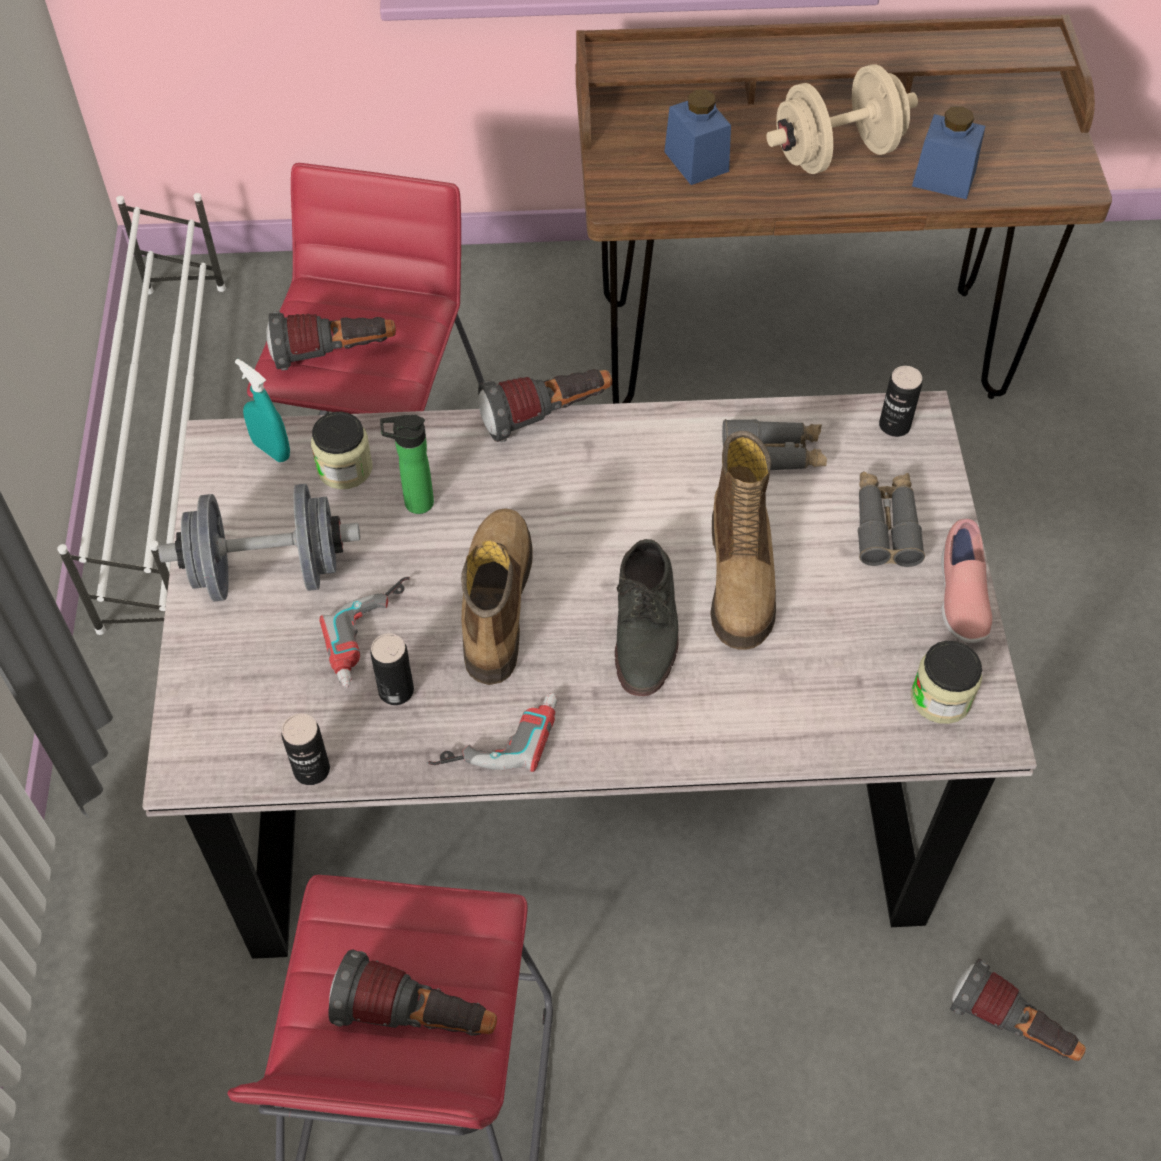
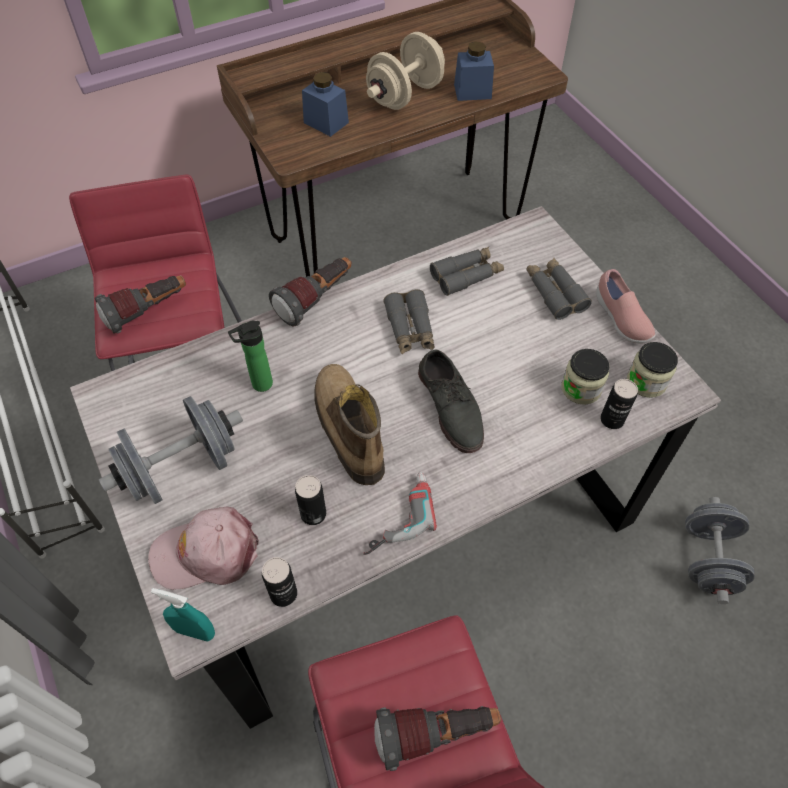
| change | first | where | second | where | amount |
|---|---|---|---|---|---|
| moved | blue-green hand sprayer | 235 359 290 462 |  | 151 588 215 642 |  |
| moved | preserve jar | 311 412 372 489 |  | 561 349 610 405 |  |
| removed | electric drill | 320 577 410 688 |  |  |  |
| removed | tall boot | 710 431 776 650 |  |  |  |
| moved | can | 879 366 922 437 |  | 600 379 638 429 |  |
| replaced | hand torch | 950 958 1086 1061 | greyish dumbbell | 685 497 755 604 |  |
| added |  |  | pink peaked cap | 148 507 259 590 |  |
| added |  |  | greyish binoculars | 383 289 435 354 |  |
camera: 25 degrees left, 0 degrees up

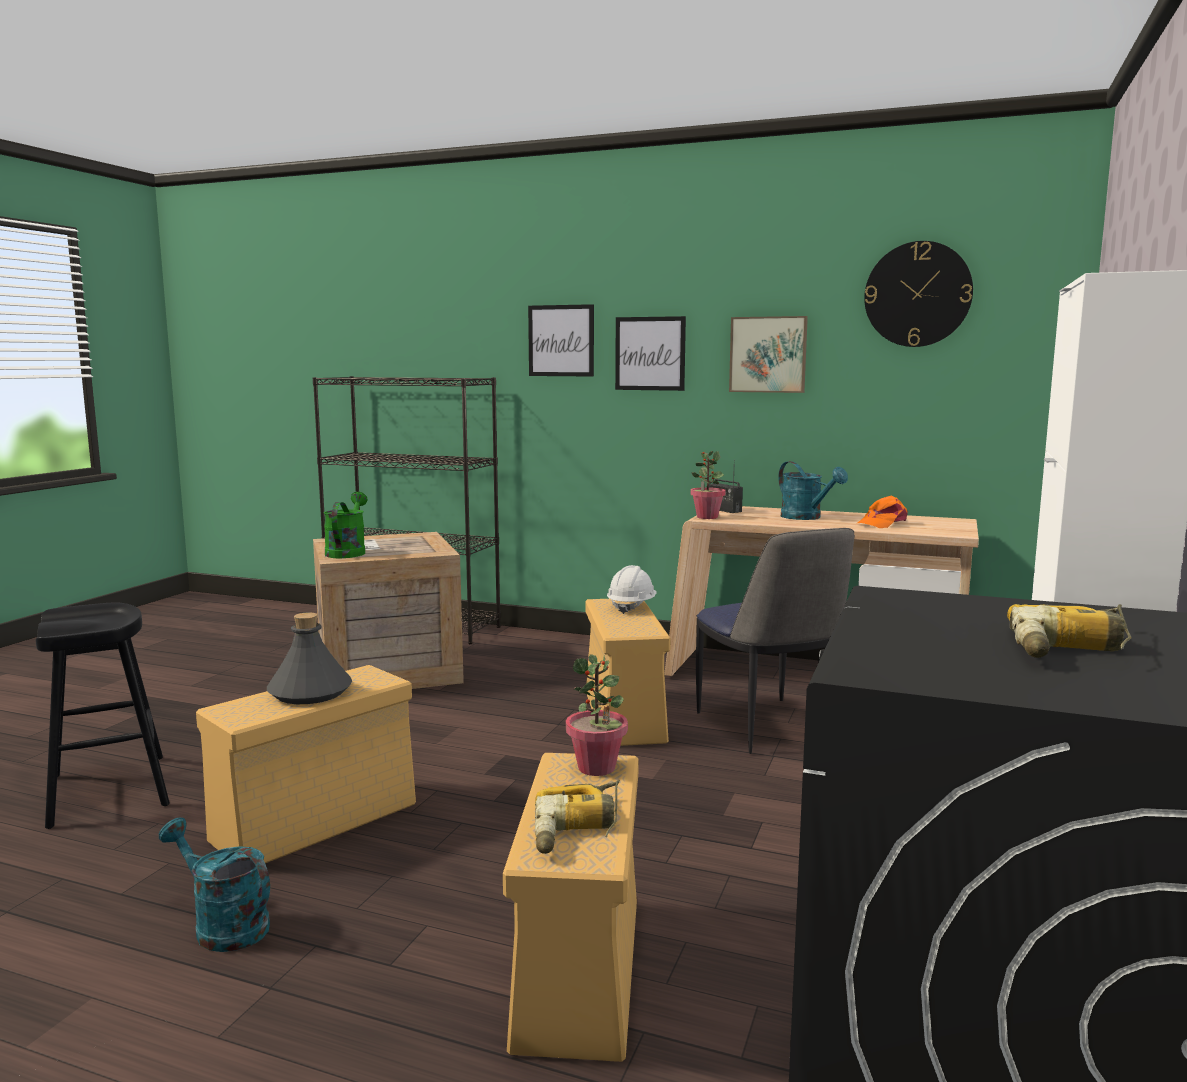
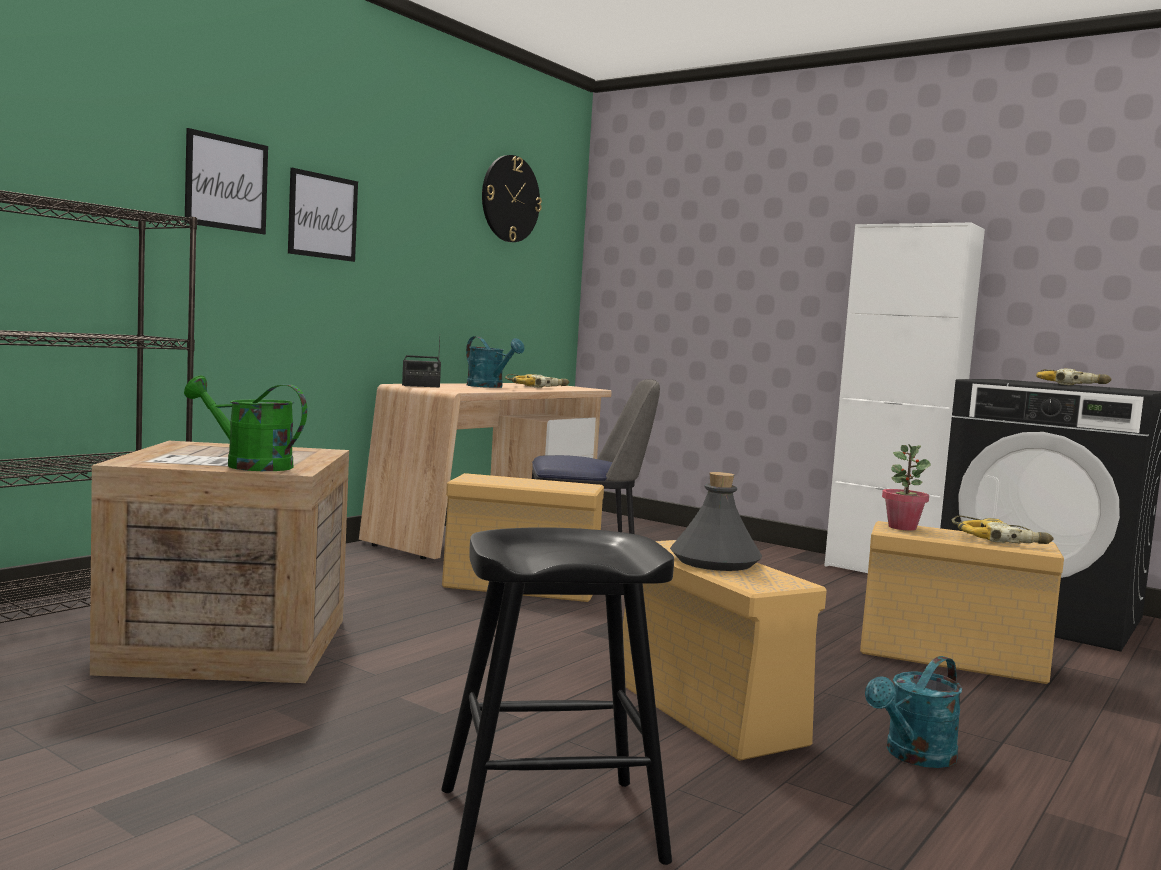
| change | first | where | second | where | amount |
|---|---|---|---|---|---|
| removed | white-coloured safety helmet | 607 565 656 614 |  |  |  |
| removed | potted plant | 690 451 726 519 |  |  |  |
| removed | wall art | 729 316 808 393 |  |  |  |
| turned | blue-green watering pot | 778 461 848 520 |  | 466 336 524 388 | 60 degrees clockwise |
| replaced | orange-coloured peaked cap | 856 496 908 528 | electric drill | 505 374 569 388 |  |
camera: 75 degrees left, 5 degrees down

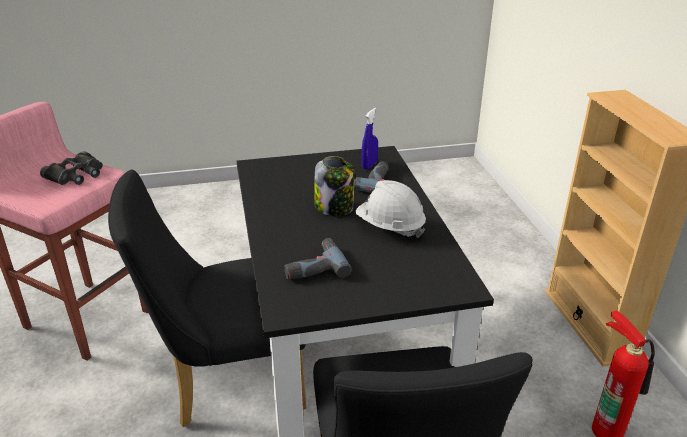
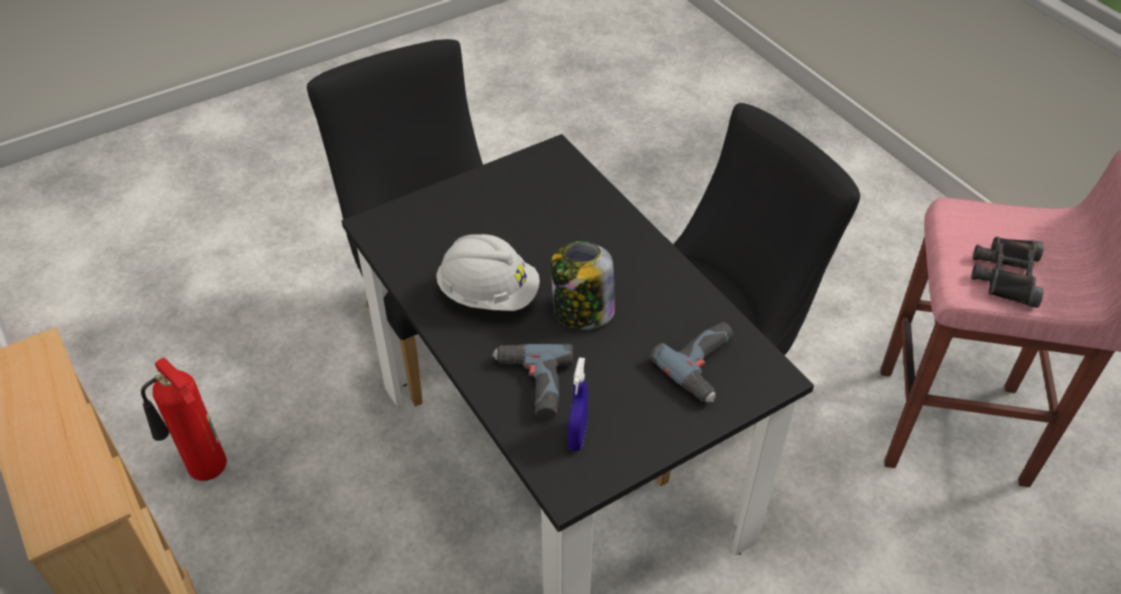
| change | first | where | second | where | amount |
|---|---|---|---|---|---|
| moved | electric drill | 284 238 352 280 |  | 650 322 733 402 |  |
camera: 160 degrees right, 15 degrees up

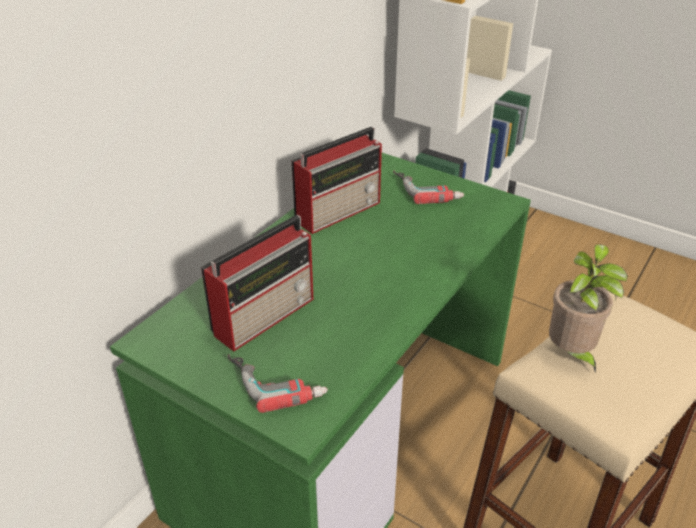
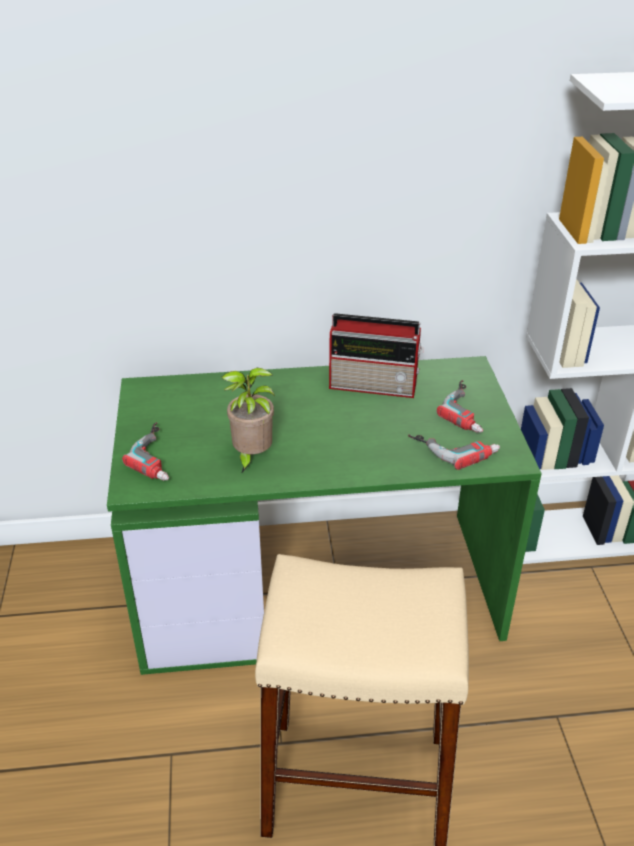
| change | first | where | second | where | amount |
|---|---|---|---|---|---|
| removed | radio receiver | 201 215 313 352 |  |  |  |
| moved | potted plant | 549 244 628 374 |  | 221 368 275 474 |  |
| added |  |  | electric drill | 408 434 500 470 |  |
camera: 50 degrees right, 0 degrees up

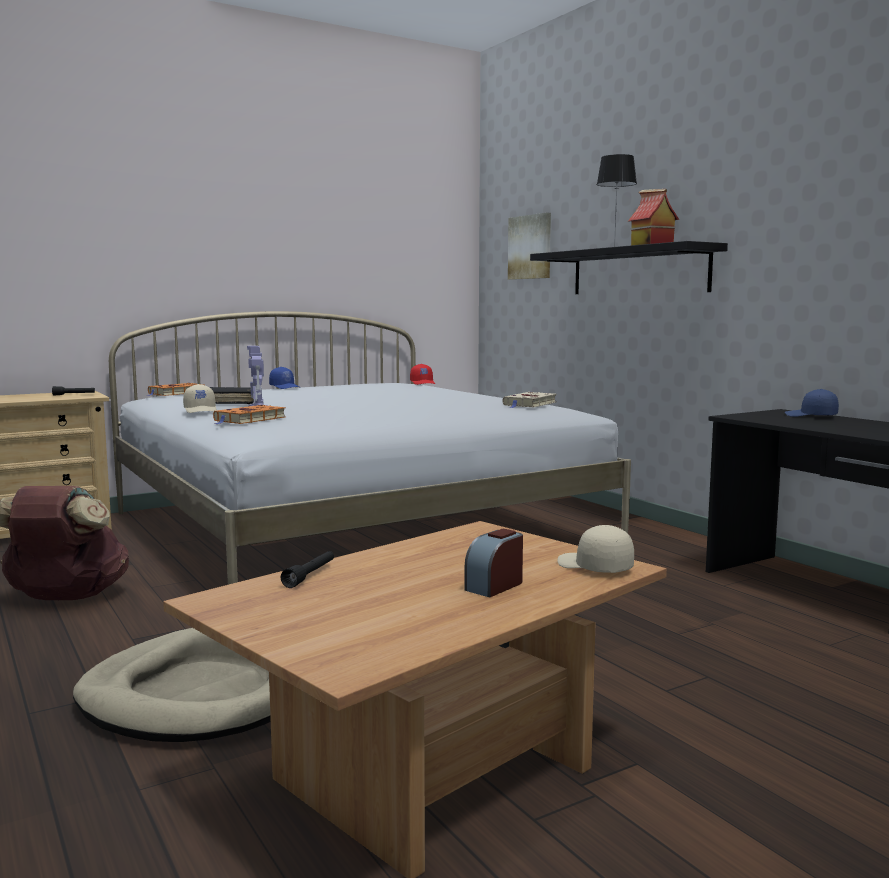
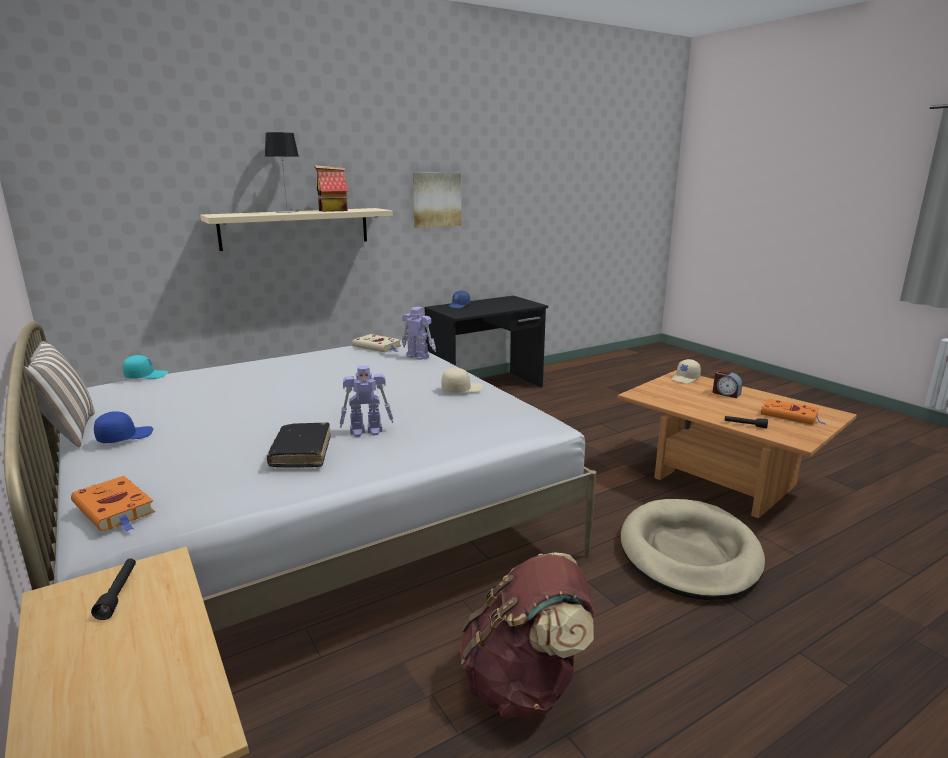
| change | first | where | second | where | amount |
|---|---|---|---|---|---|
| moved | beige-coloured peaked cap | 183 384 217 413 |  | 441 368 483 393 |  |
| moved | orange-coloured volume | 213 405 286 424 |  | 761 398 825 425 |  |
| recoloured | red-coloured peaked cap | 410 364 435 385 | blue-green peaked cap | 123 355 168 379 |  |
| moved | wall art | 508 212 551 280 |  | 413 173 461 228 |  |
| recoloured | black wall shelf | 530 241 728 294 | beige-coloured wall shelf | 200 208 393 251 |  |
| added |  |  | throw pillow | 24 341 94 447 |  |
| added |  |  | model robot | 402 307 436 360 |  |
camera: 90 degrees left, 10 degrees up

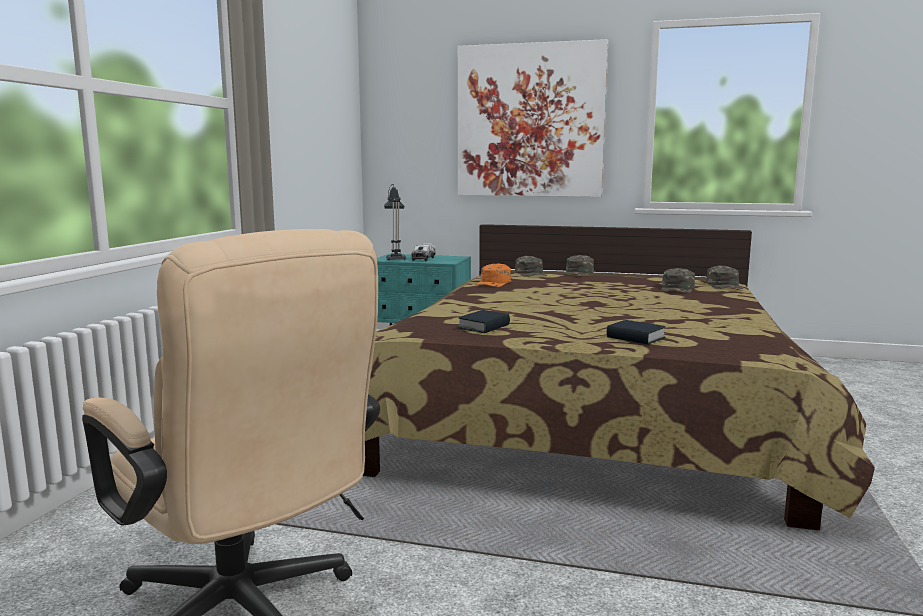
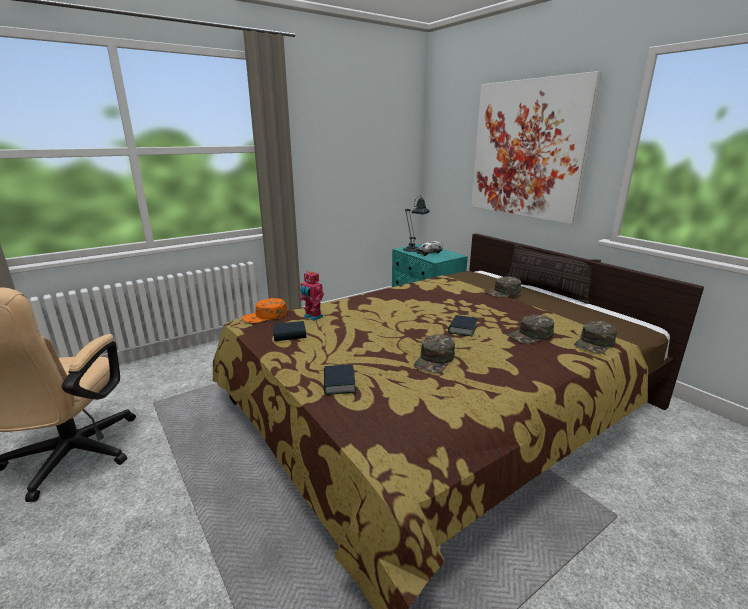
| change | first | where | second | where | amount |
|---|---|---|---|---|---|
| moved | orange-coloured peaked cap | 475 264 511 287 |  | 242 298 287 323 |  |
| moved | greenish peaked cap | 515 256 547 277 |  | 414 334 455 373 |  |
| added |  |  | model robot | 299 271 324 321 |  |
| added |  |  | volume | 448 315 478 336 |  |
| added |  |  | throw pillow | 507 245 601 304 |  |
camera: 40 degrees right, 10 degrees up

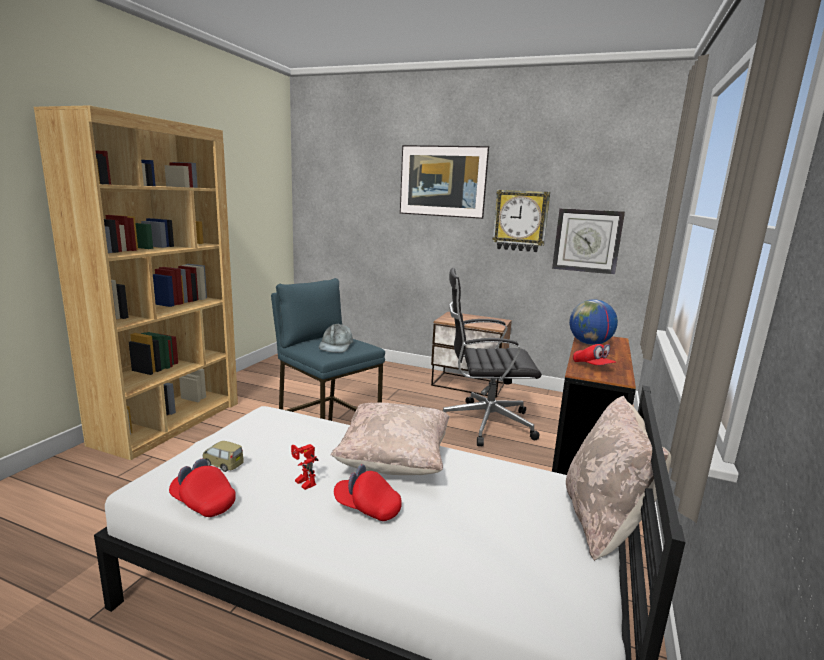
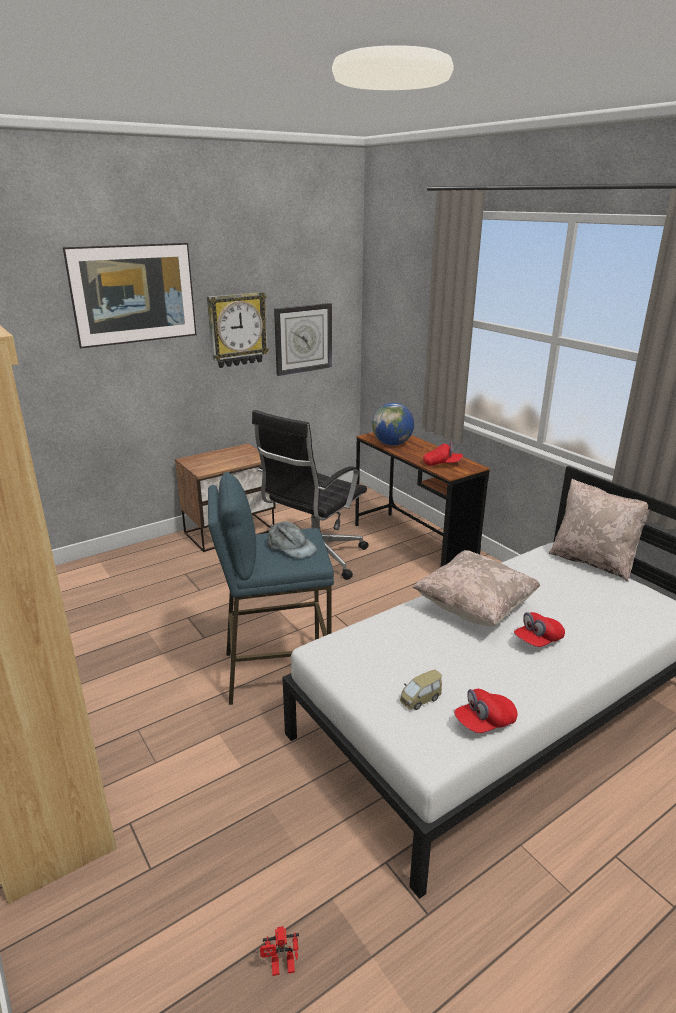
| change | first | where | second | where | amount |
|---|---|---|---|---|---|
| moved | model robot | 291 444 318 490 |  | 260 926 299 976 |  |
camera: 55 degrees left, 10 degrees up

